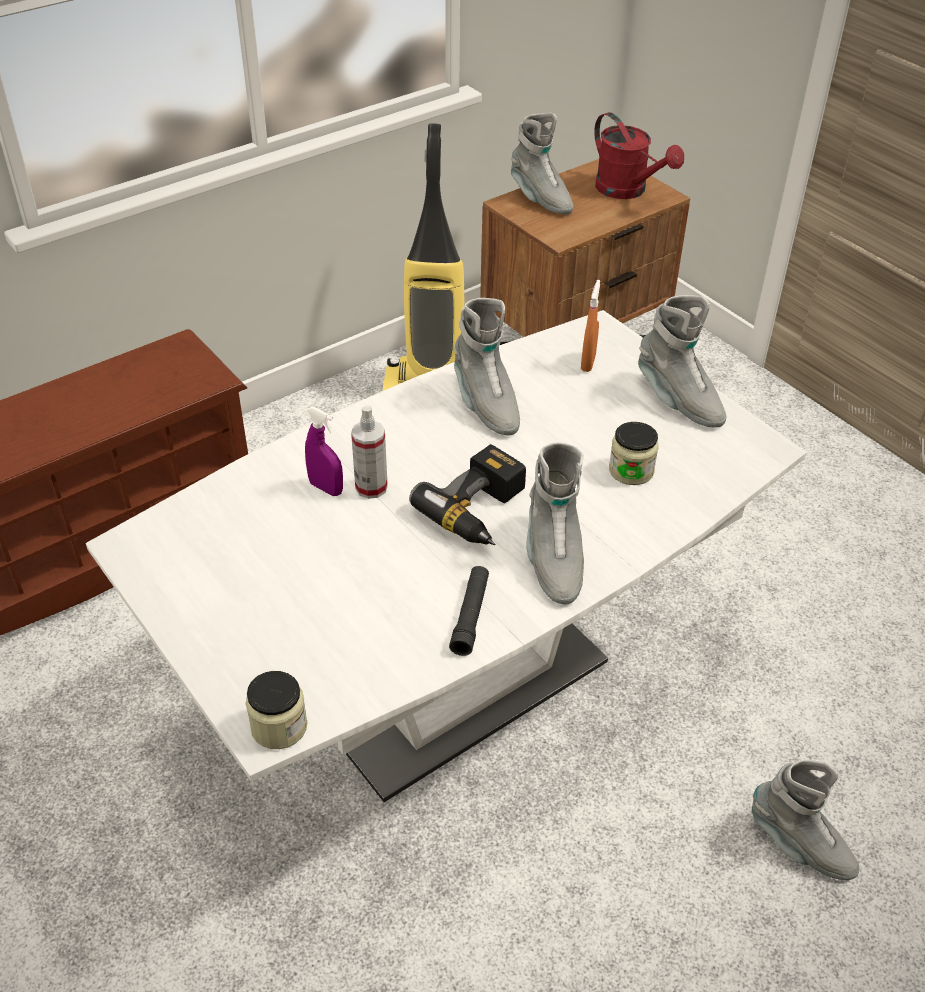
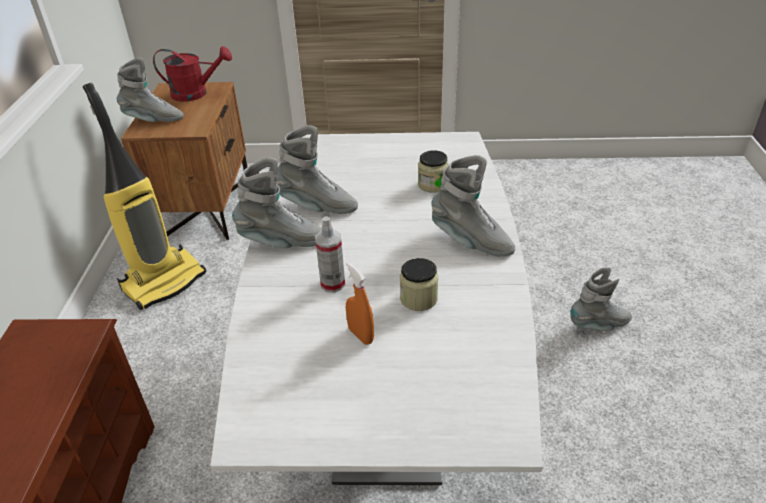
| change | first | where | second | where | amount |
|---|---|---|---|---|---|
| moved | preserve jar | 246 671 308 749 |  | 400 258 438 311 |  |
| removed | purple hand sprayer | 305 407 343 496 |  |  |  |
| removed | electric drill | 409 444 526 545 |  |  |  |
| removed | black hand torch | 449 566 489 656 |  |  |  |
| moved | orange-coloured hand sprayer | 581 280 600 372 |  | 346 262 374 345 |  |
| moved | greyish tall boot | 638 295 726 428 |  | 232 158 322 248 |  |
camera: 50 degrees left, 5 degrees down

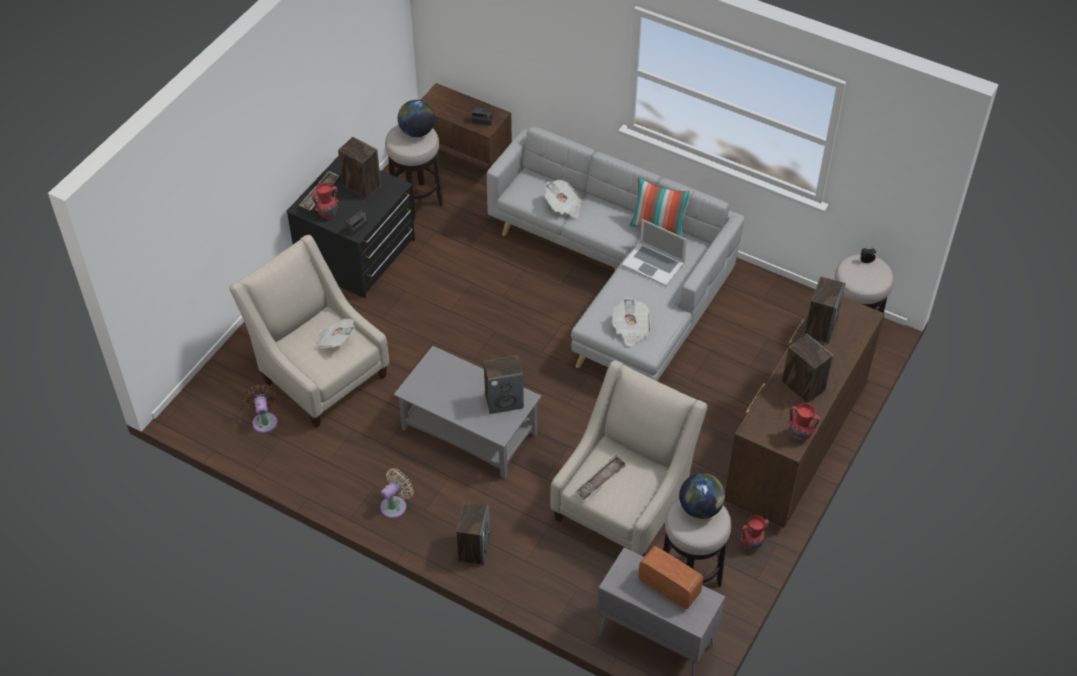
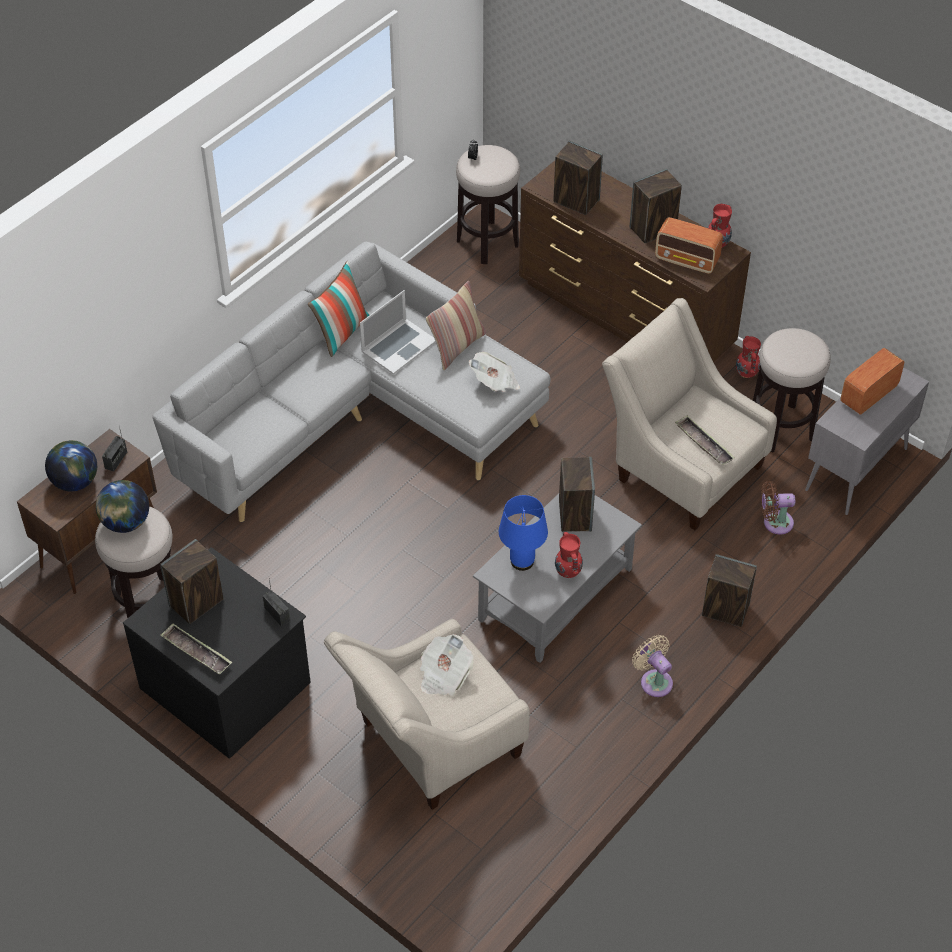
| change | first | where | second | where | amount |
|---|---|---|---|---|---|
| moved | brown electric fan | 243 384 278 433 |  | 761 481 795 535 |  |
| moved | red-coloured flower vase | 312 183 338 219 |  | 555 532 583 578 |  |
| removed | printed paper | 545 180 582 218 |  |  |  |
| moved | globe | 679 473 725 519 |  | 45 440 97 492 |  |
| added |  |  | throw pillow | 426 281 486 371 |  |
| added |  |  | blue tabletop lamp | 499 495 548 571 |  |
| added |  |  | radio receiver | 655 217 723 274 |  |
camera: 80 degrees left, 0 degrees up

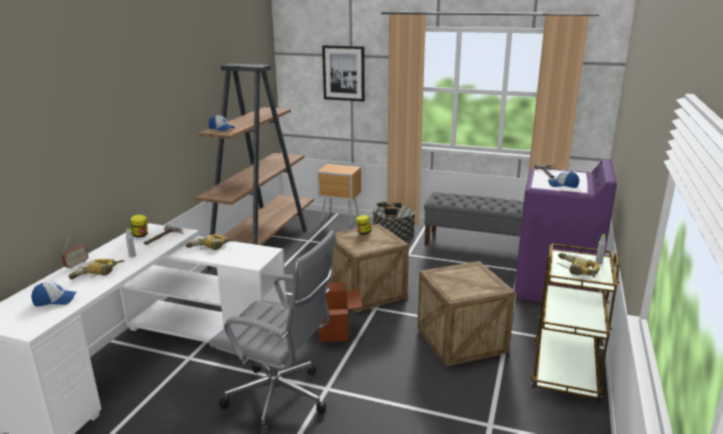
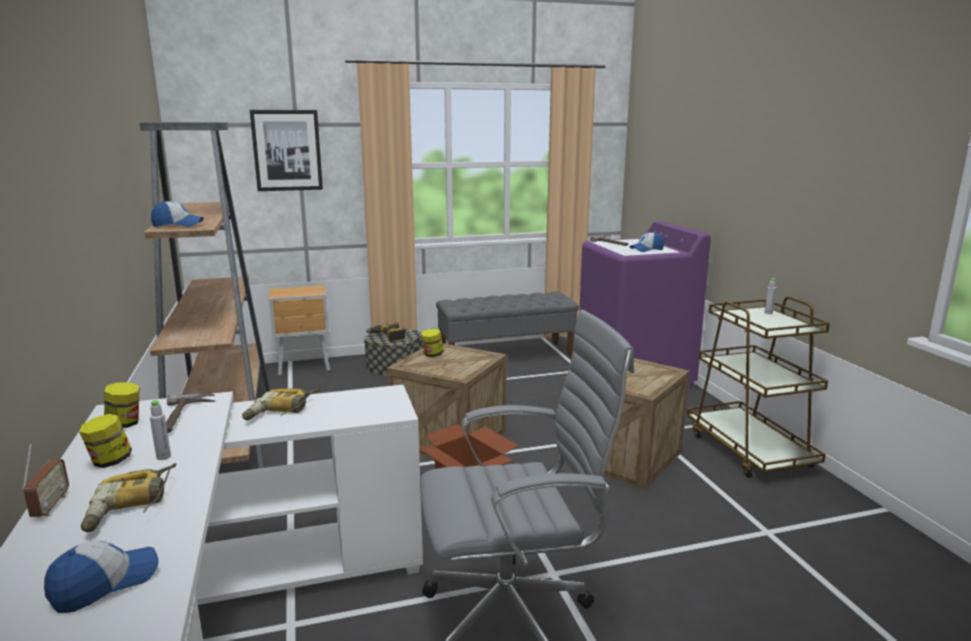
| change | first | where | second | where | amount |
|---|---|---|---|---|---|
| removed | electric drill | 557 253 600 278 |  |  |  |
| added |  |  | preserve jar | 79 414 132 468 |  |
camera: 35 degrees left, 5 degrees down

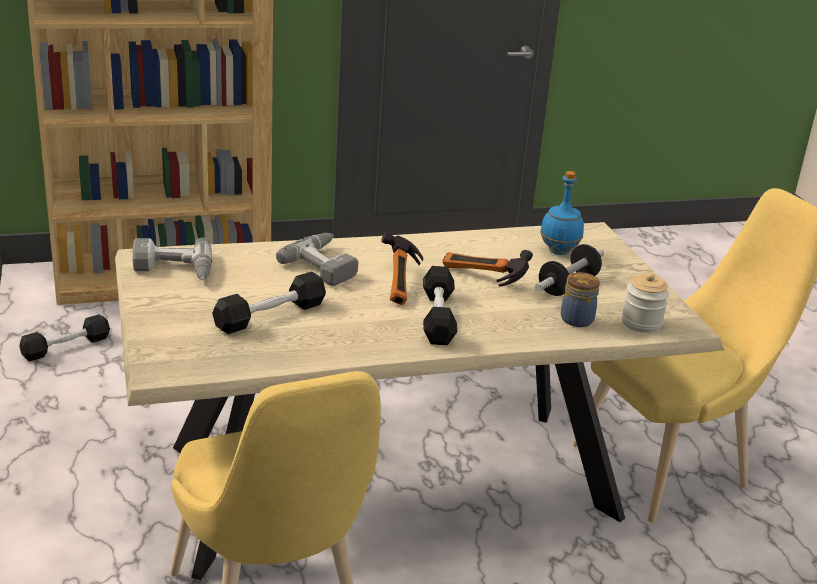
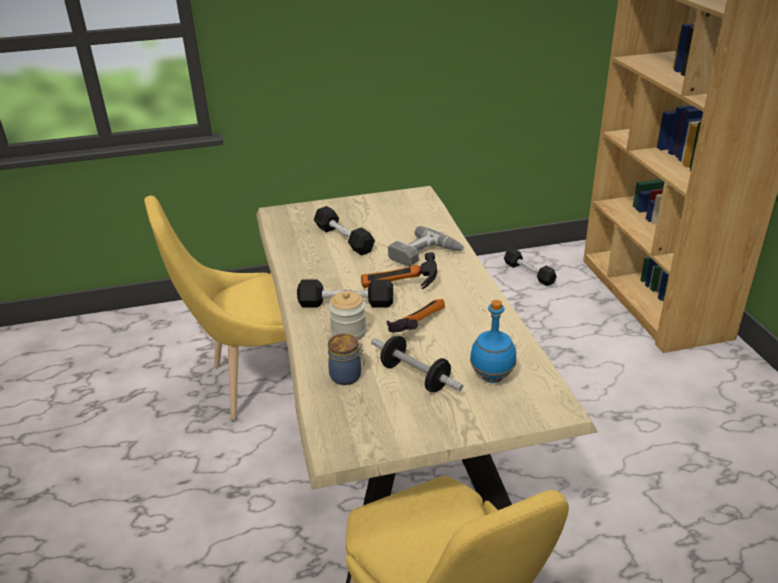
| change | first | where | second | where | amount |
|---|---|---|---|---|---|
| removed | electric drill | 132 238 212 280 |  |  |  |
| moved | preserve jar | 622 273 669 333 |  | 329 291 367 340 |  |
camera: 95 degrees right, 5 degrees up

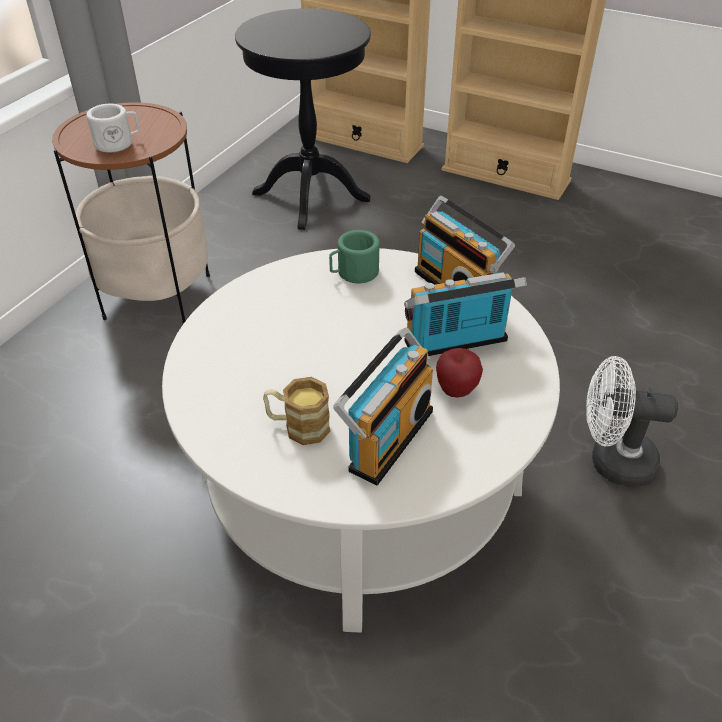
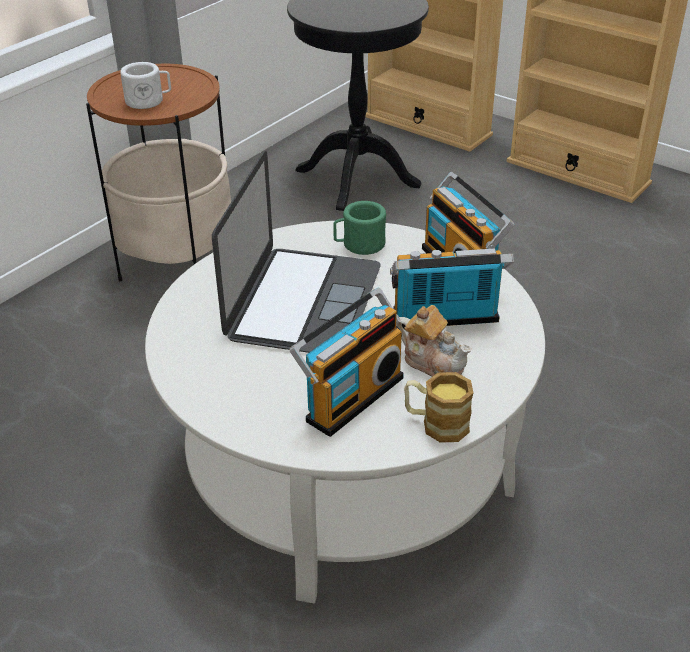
| change | first | where | second | where | amount |
|---|---|---|---|---|---|
| moved | mug | 263 377 330 445 |  | 404 372 474 443 |  |
| replaced | apple | 436 348 483 397 | teapot | 396 305 471 377 |  |
| removed | white-coloured electric fan | 586 356 678 487 |  |  |  |
| added |  |  | laptop | 212 151 381 353 |  |
camera: 10 degrees right, 5 degrees down

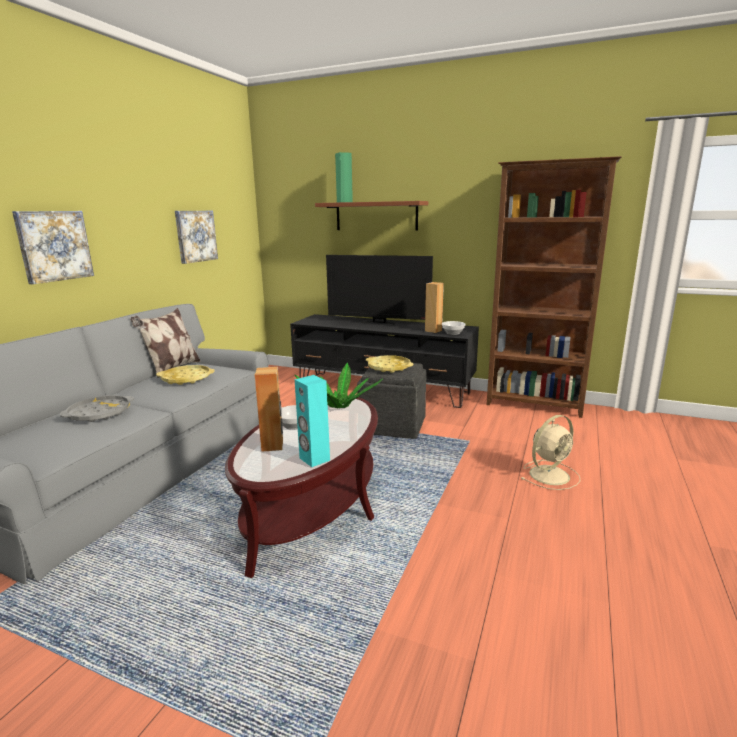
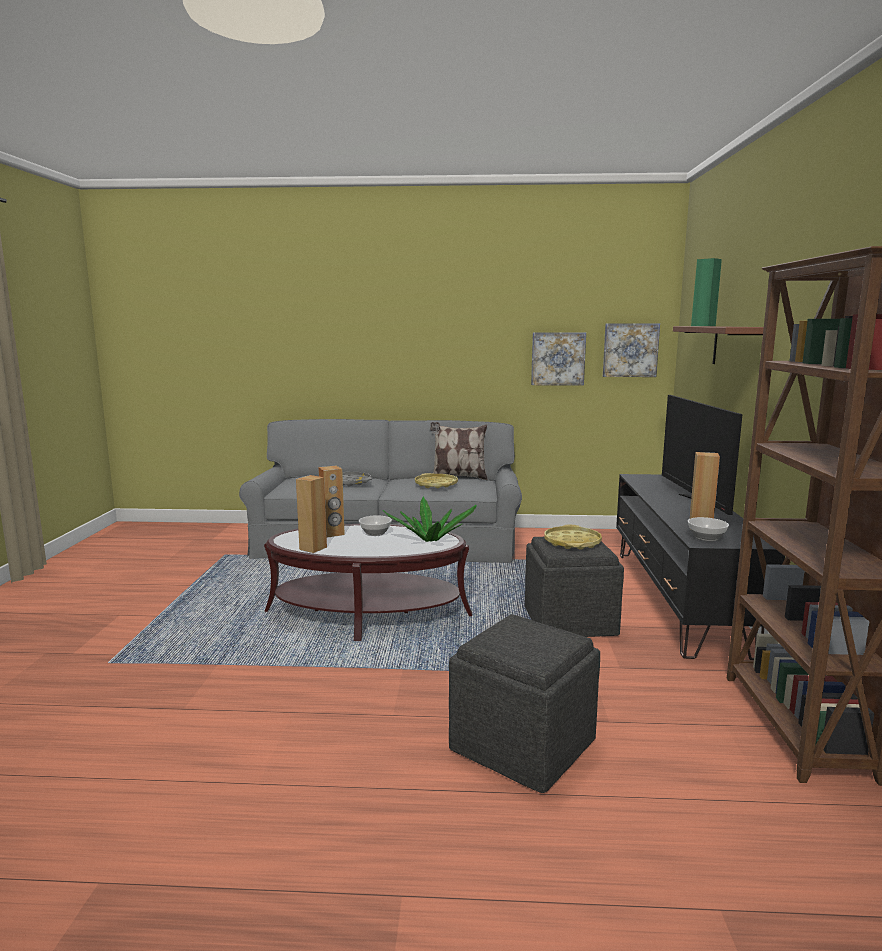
| change | first | where | second | where | amount |
|---|---|---|---|---|---|
| moved | wall art | 12 211 94 284 |  | 603 324 660 377 |  |
| recoloured | blue-green loudspeaker | 295 375 330 467 | brown loudspeaker | 296 475 327 553 |  |
| replaced | beige-coloured electric fan | 521 415 580 490 | greyish ottoman | 449 614 600 793 |  |
camera: 70 degrees right, 5 degrees down

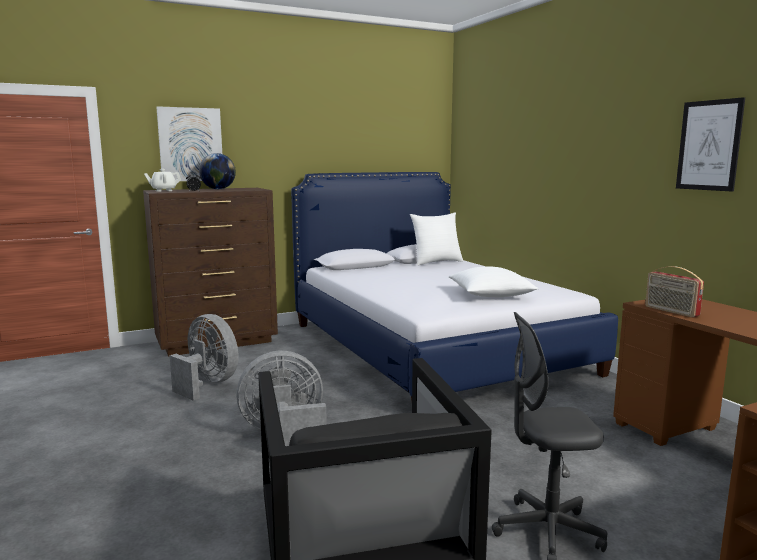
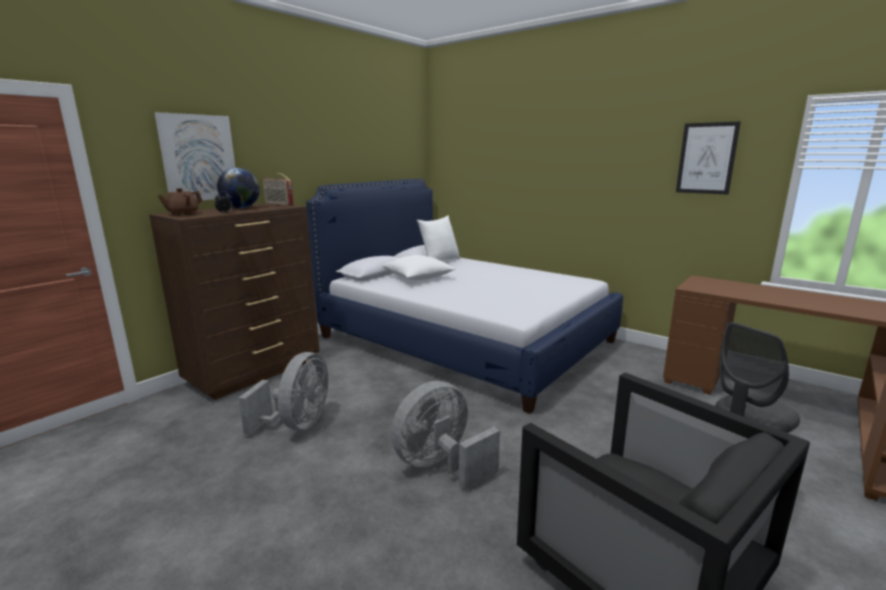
| change | first | where | second | where | amount |
|---|---|---|---|---|---|
| recoloured | white-coloured teapot | 144 169 181 191 | brown teapot | 158 188 202 216 |  |
| turned | greyish electric fan | 170 314 238 401 |  | 238 352 328 435 | 90 degrees clockwise |
| moved | white-coloured throw pillow | 449 267 539 297 |  | 382 255 456 280 |  |
| moved | radio receiver | 645 266 704 318 |  | 263 173 294 206 |  |
camera: 25 degrees left, 5 degrees up

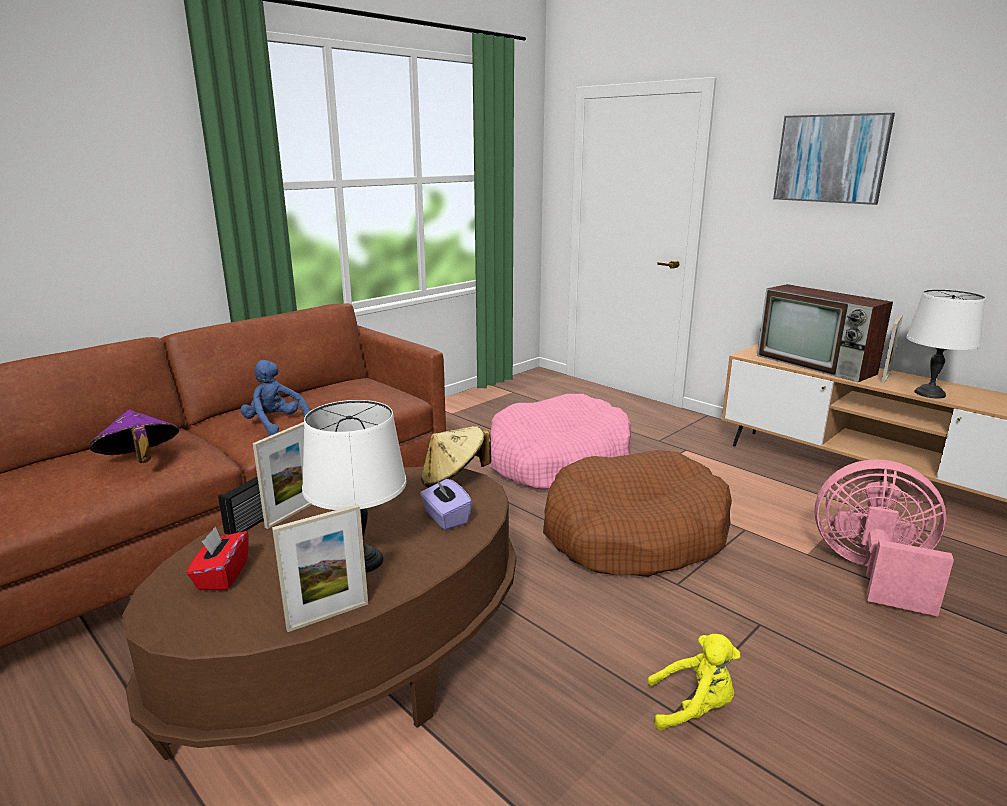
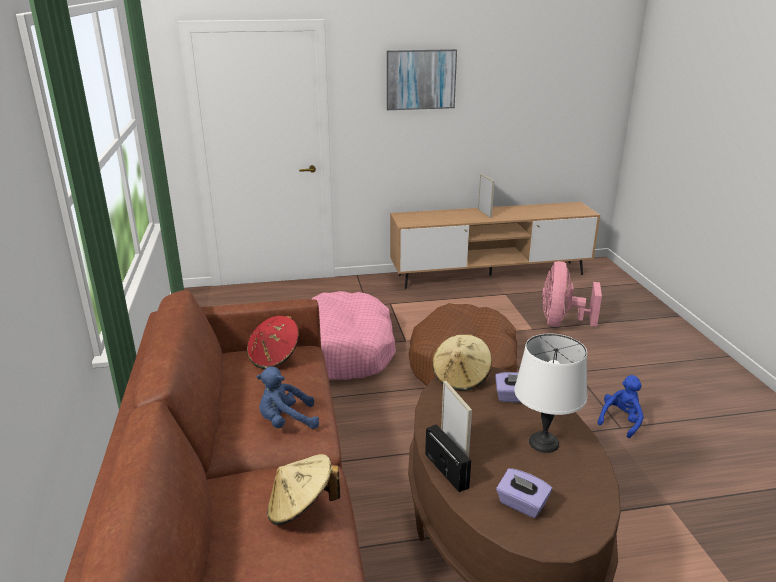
| change | first | where | second | where | amount |
|---|---|---|---|---|---|
| recoloured | purple wearable hat | 89 410 180 463 | beige-coloured wearable hat | 267 454 340 525 |  |
| recoloured | red-coloured tissue box | 187 527 249 590 | purple tissue box | 496 468 552 518 |  |
| removed | picture frame | 272 504 368 632 |  |  |  |
| recoloured | yellow cuddly toy | 647 634 740 730 | blue cuddly toy | 597 375 644 438 |  |
| removed | TV set | 757 284 893 382 |  |  |  |
| turned | pink electric fan | 814 459 954 616 |  | 542 261 602 327 | 45 degrees counterclockwise |
| removed | white-coloured tabletop lamp | 906 289 986 398 |  |  |  |
| added |  |  | red-coloured wearable hat | 247 316 299 369 |  |
camera: 55 degrees left, 5 degrees up

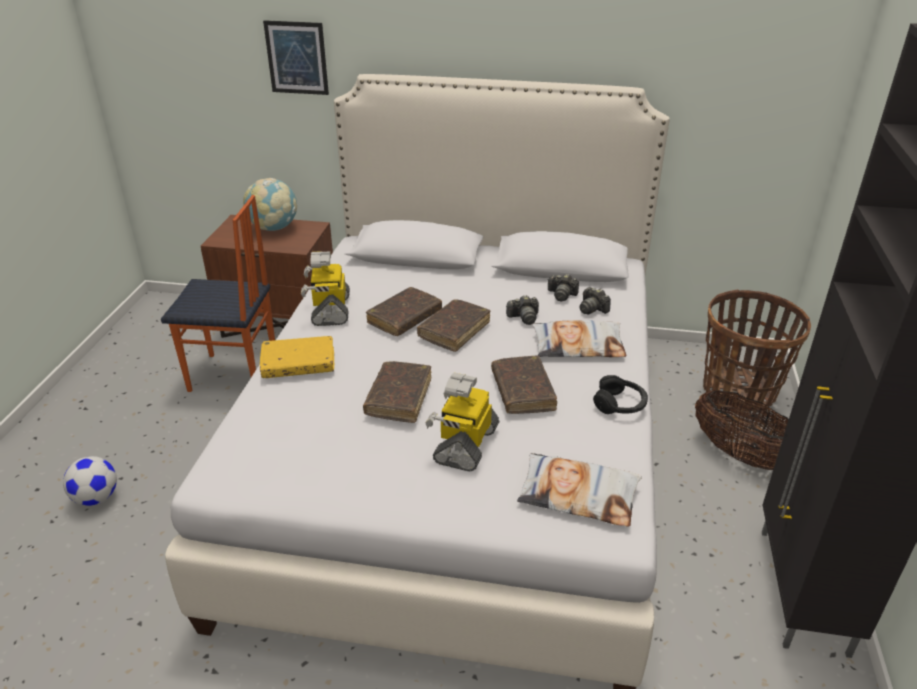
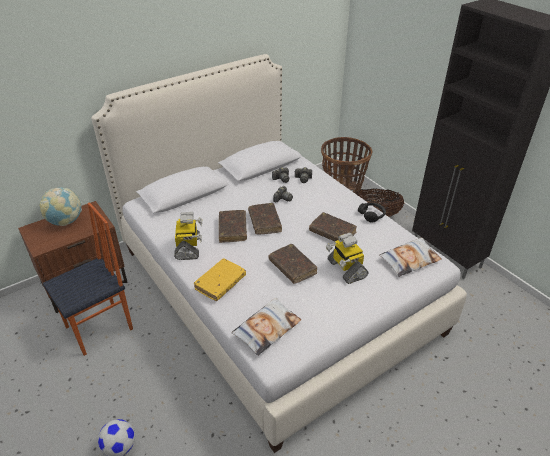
| change | first | where | second | where | amount |
|---|---|---|---|---|---|
| removed | wall art | 263 20 329 95 |  |  |  |
| turned | model robot | 301 251 350 326 |  | 174 212 202 260 | 135 degrees counterclockwise |
| moved | throw pillow | 532 320 627 357 |  | 231 298 301 356 |  |
camera: 45 degrees left, 5 degrees up

